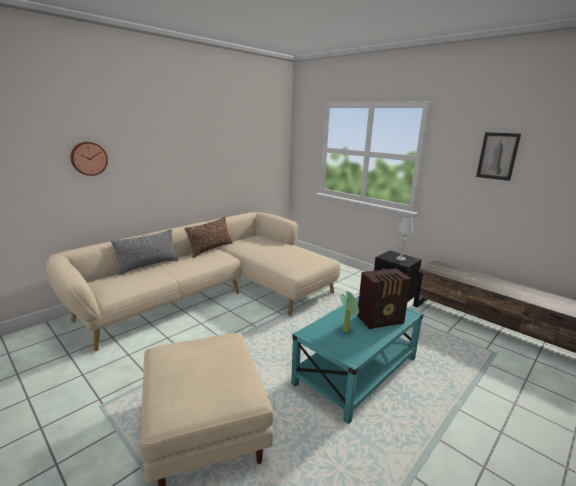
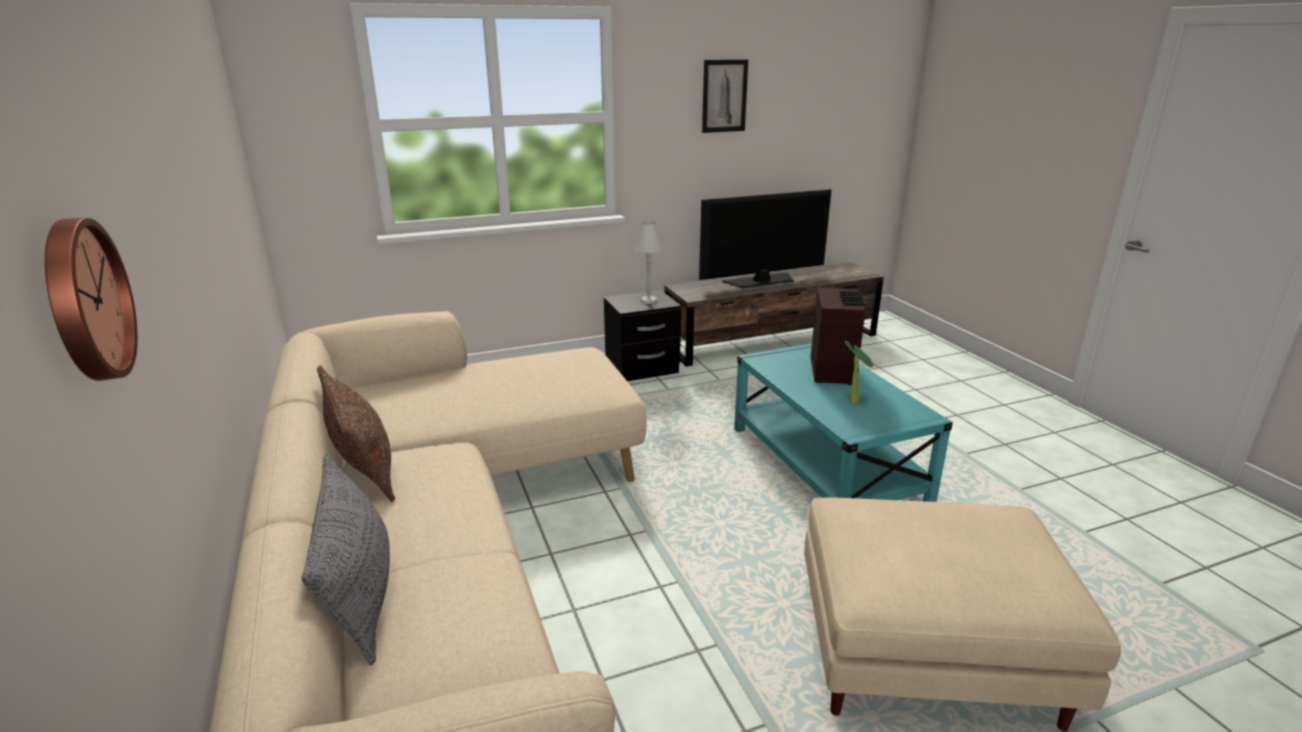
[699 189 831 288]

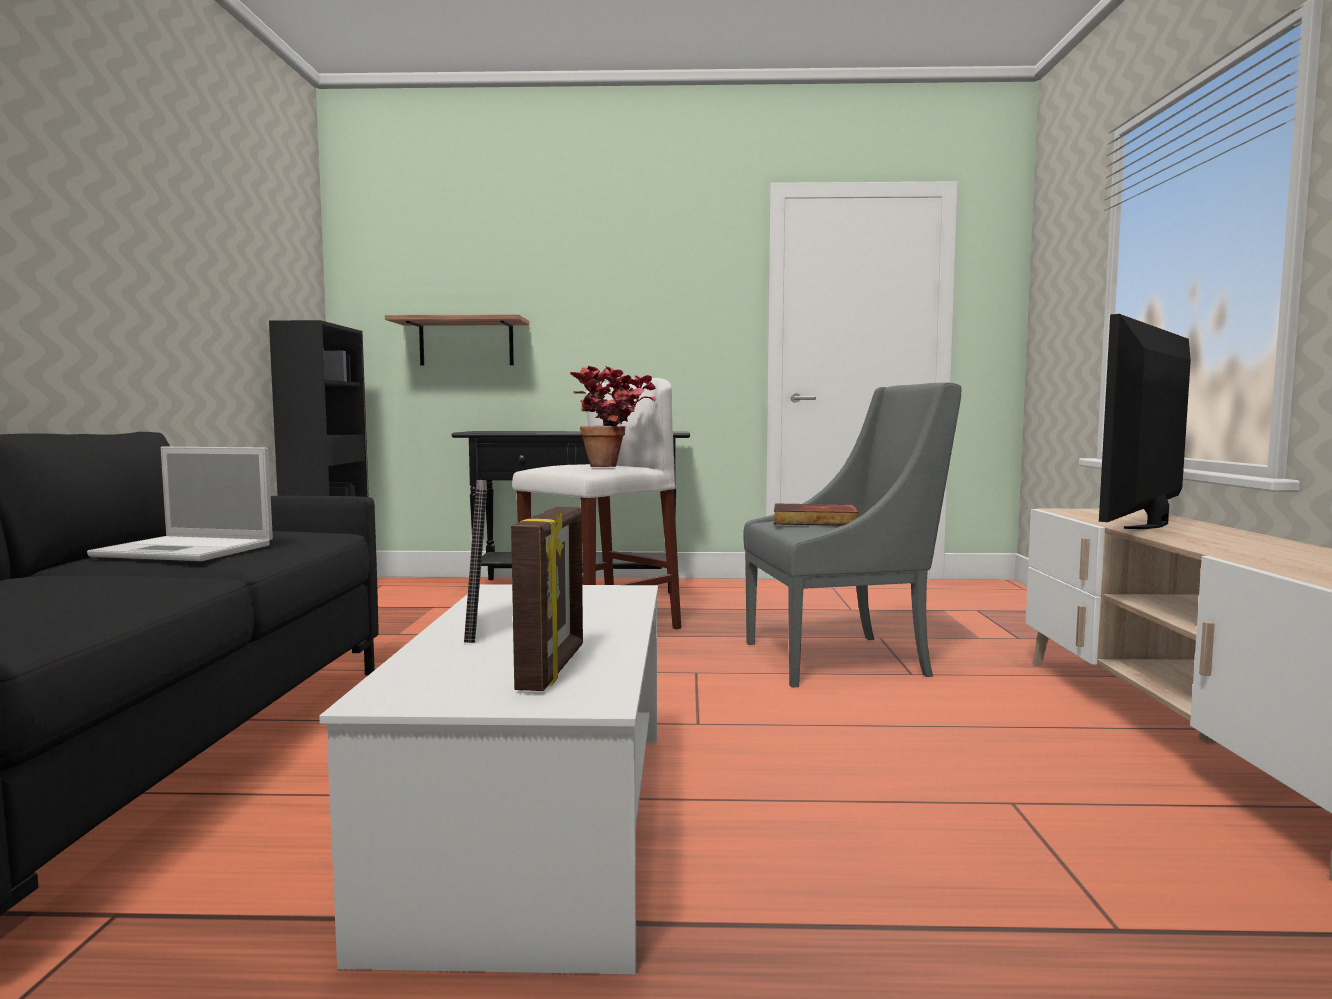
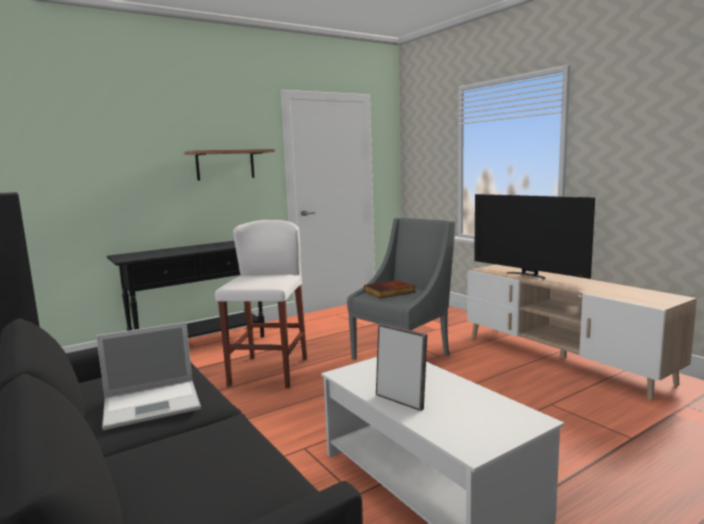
[474 194 595 279]
[184 149 275 181]
[570 366 656 467] (first image)
[511 507 583 691] (first image)

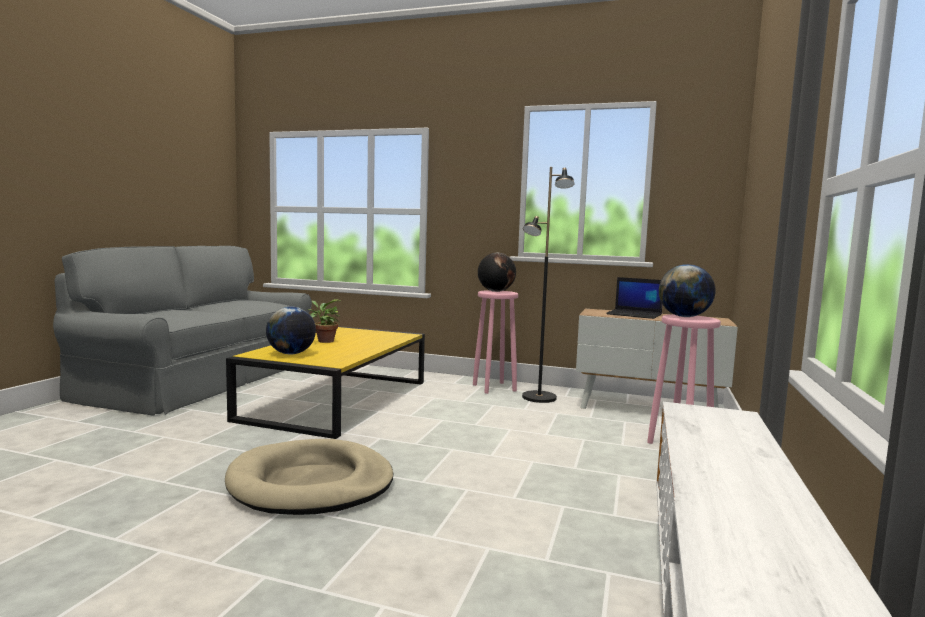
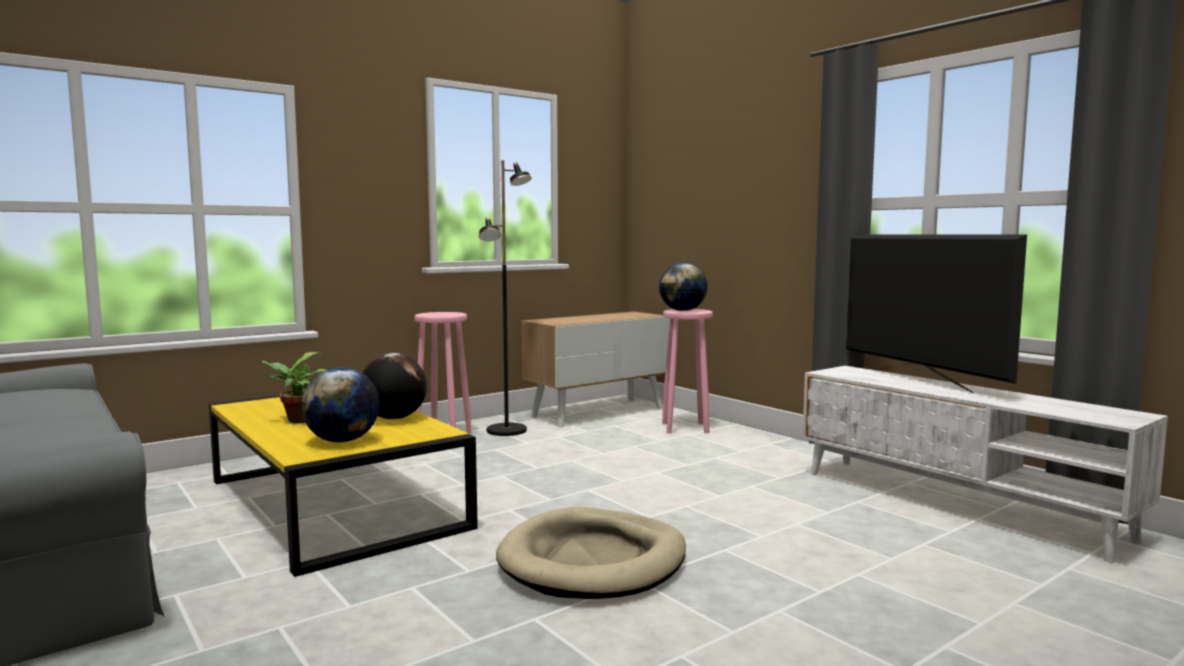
[362 353 427 420]
[606 277 662 319] (first image)
[846 234 1027 394]

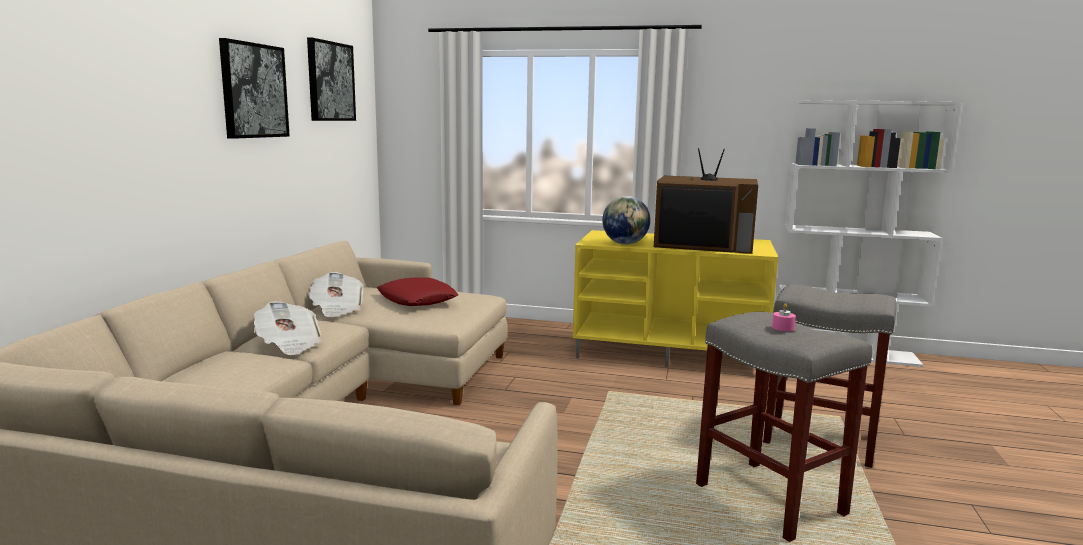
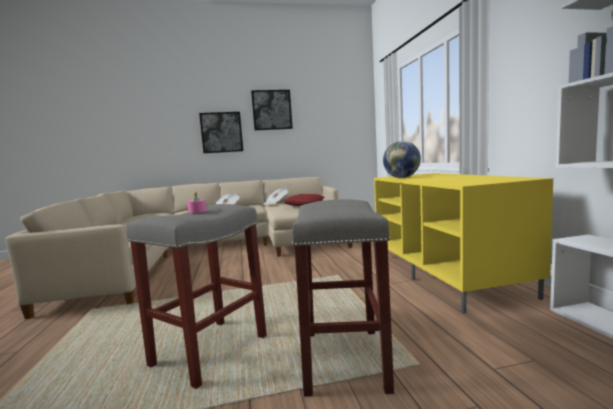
[199 112 243 153]
[654 148 758 254] (first image)

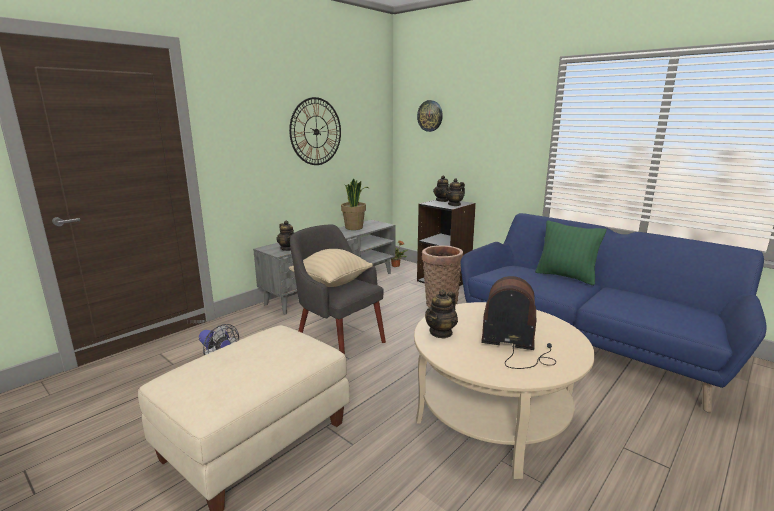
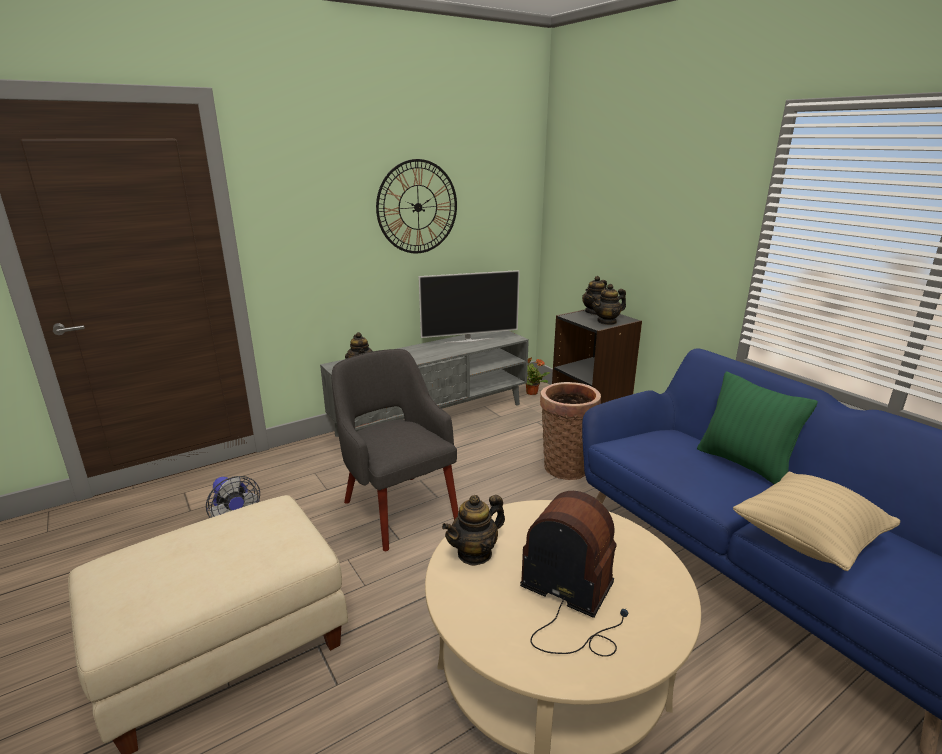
[417 100 443 132] (first image)
[419 270 520 343]
[733 471 900 571]

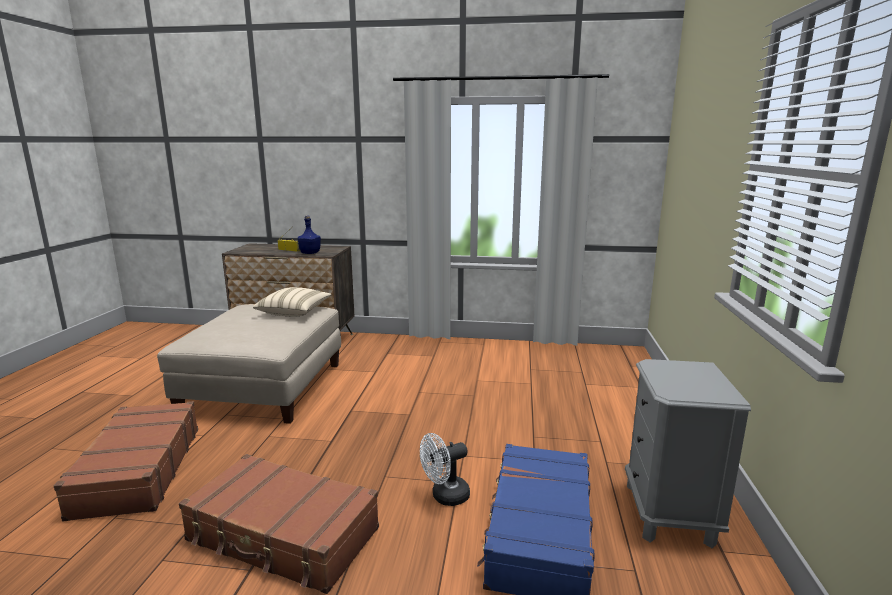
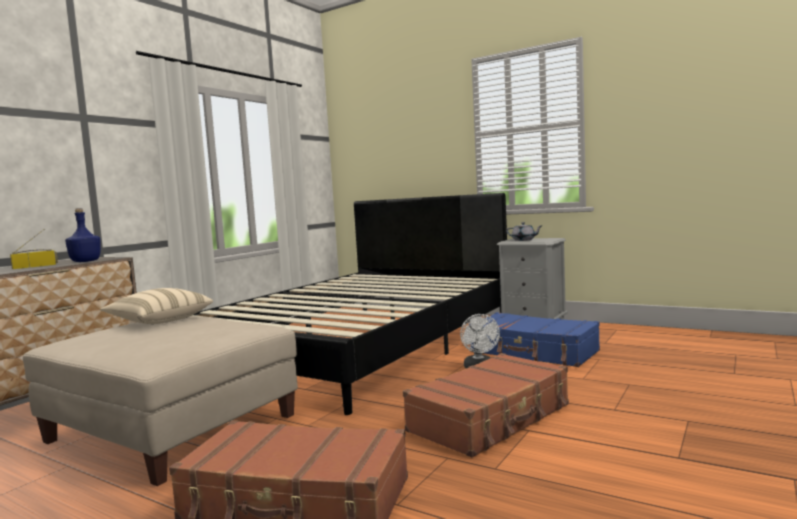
[192 193 507 415]
[506 222 543 241]

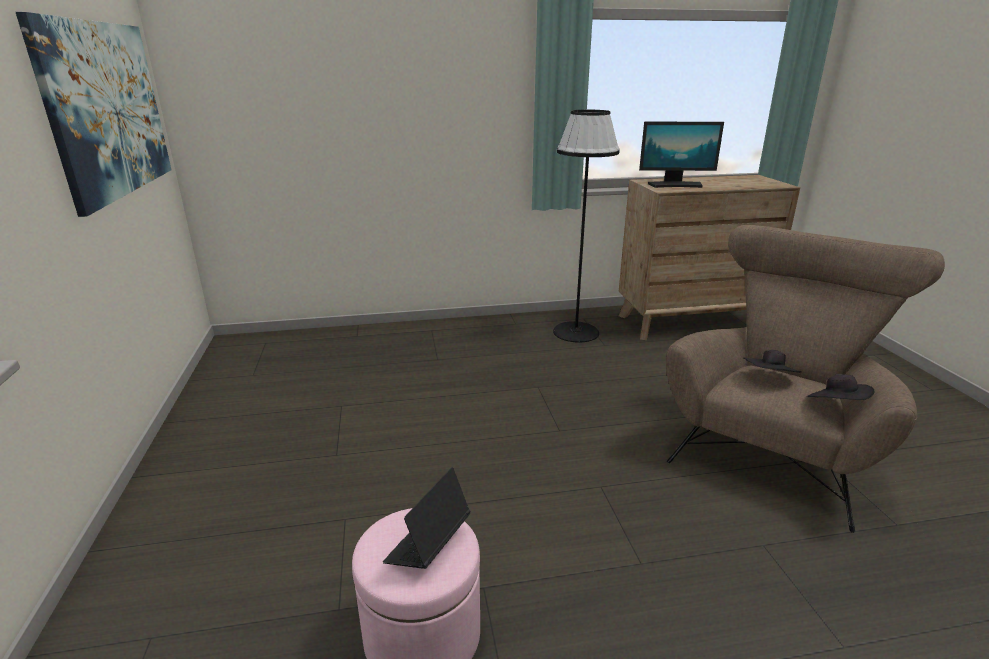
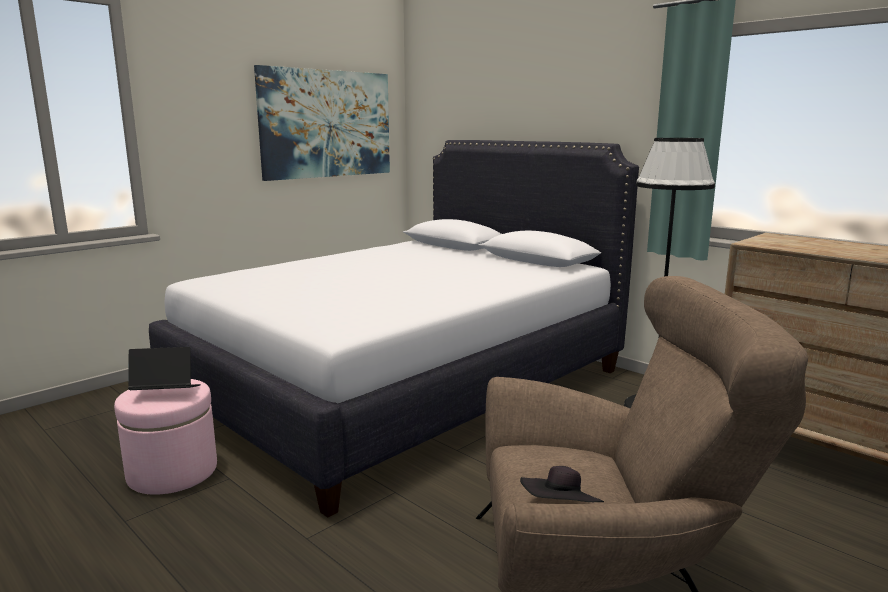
[639 122 724 188] (first image)
[743 350 802 373] (first image)
[149 140 639 518]

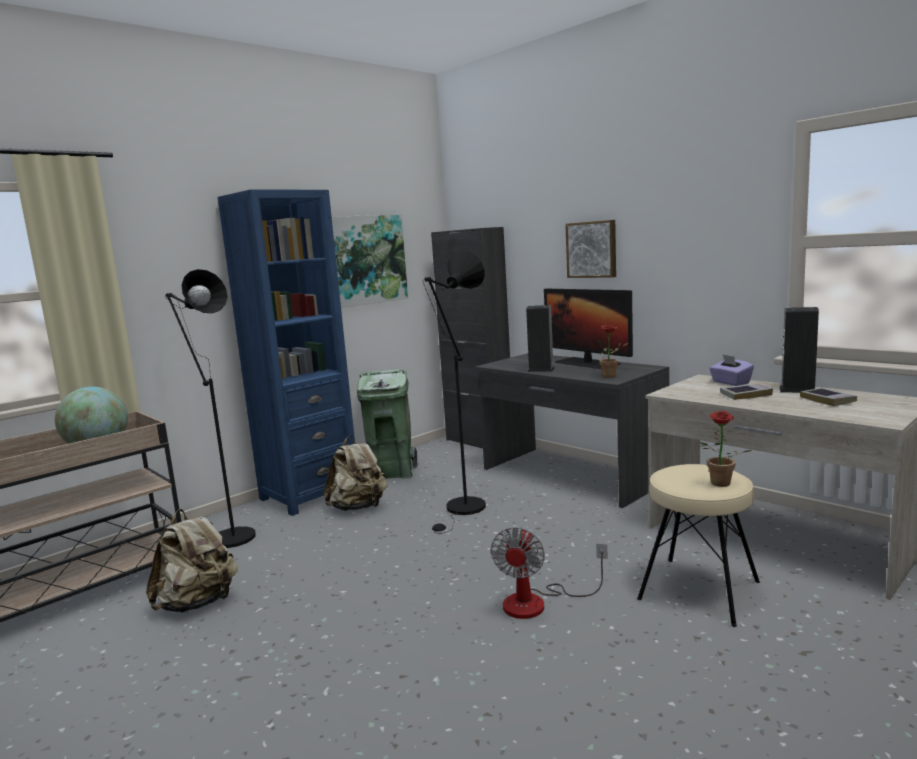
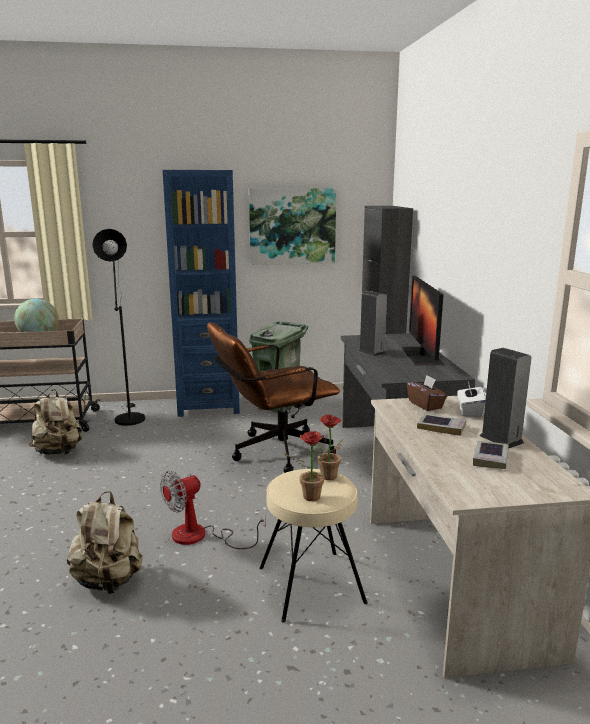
[565 220 616 278] (first image)
[207 322 340 473]
[318 414 343 480]
[457 381 486 418]
[67 491 143 594]
[407 375 447 411]

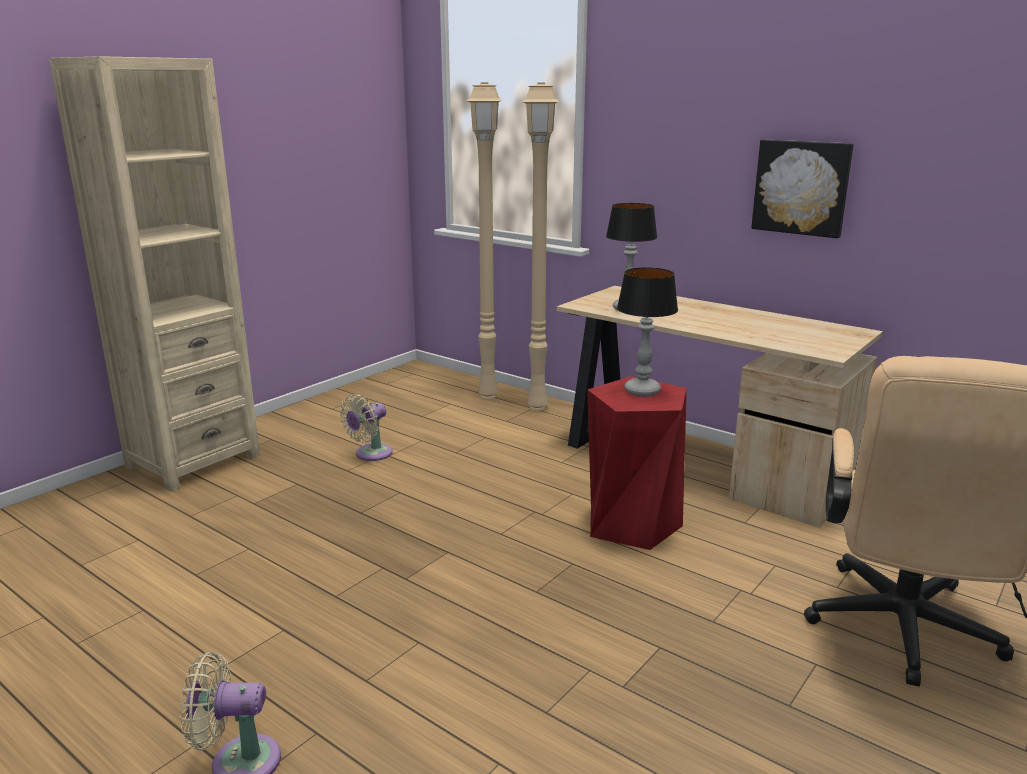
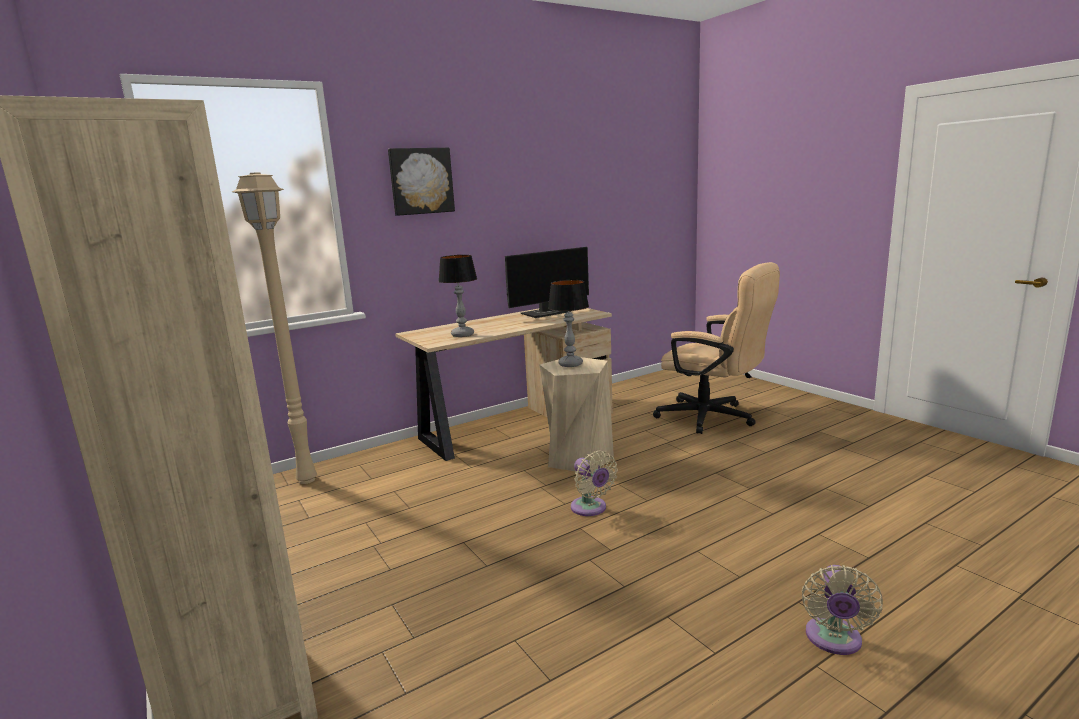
[522 82 559 411] (first image)
[388 148 455 216]
[540 357 614 471]
[571 451 618 516]
[505 247 589 318]

